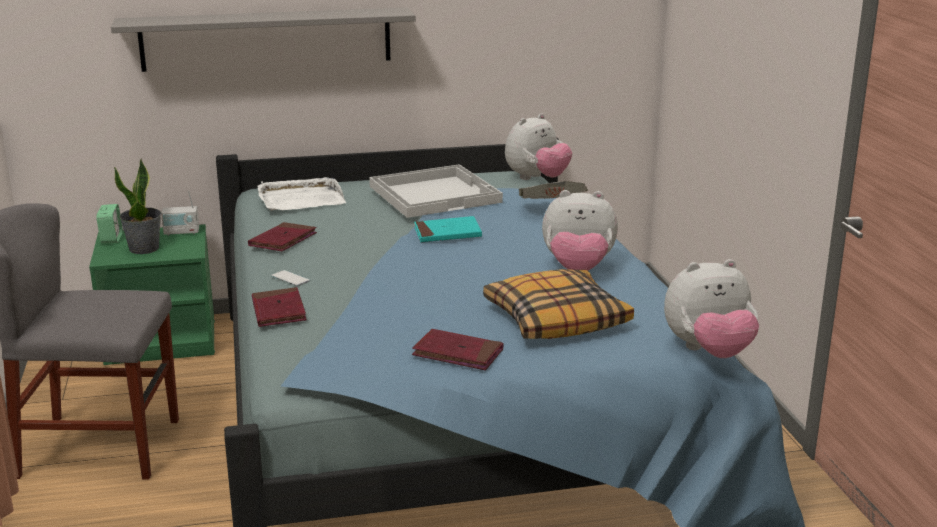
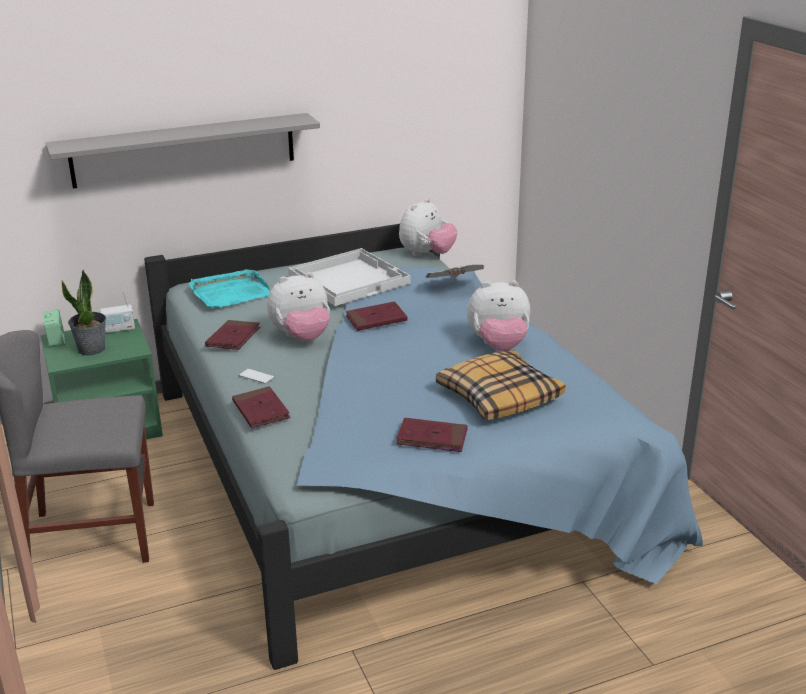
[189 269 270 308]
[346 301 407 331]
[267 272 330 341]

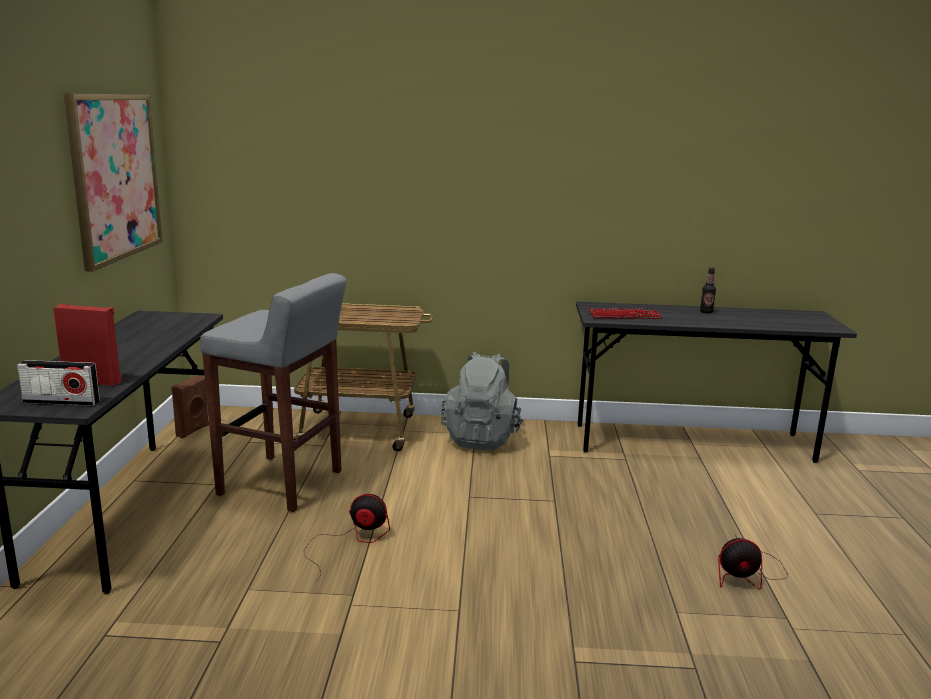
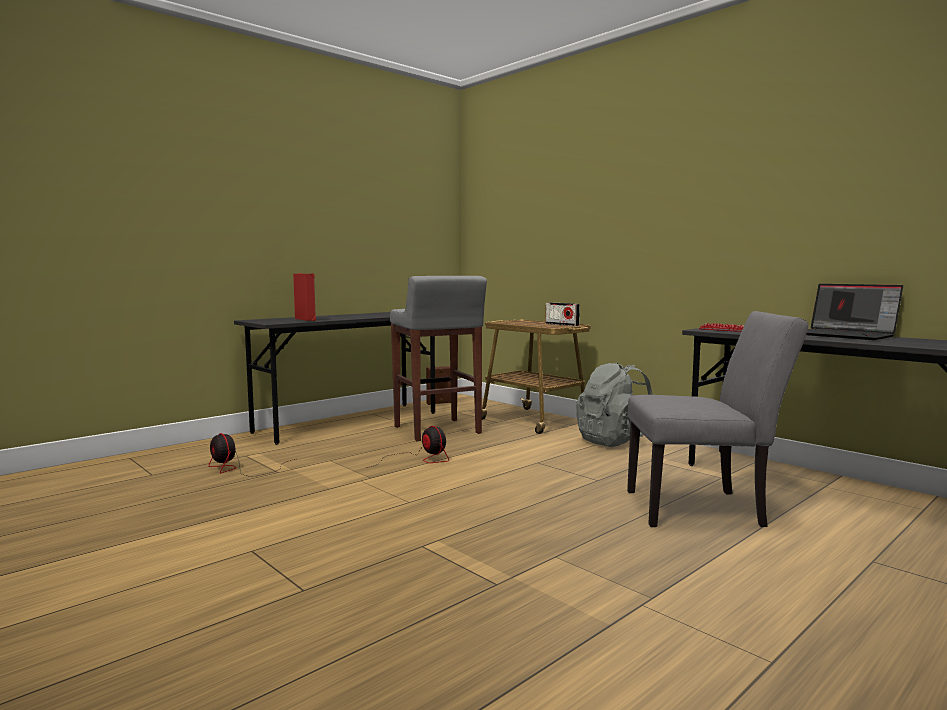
[64 94 162 272] (first image)
[806 284 903 340]
[546 302 580 326]
[209 433 295 477]
[627 311 809 527]

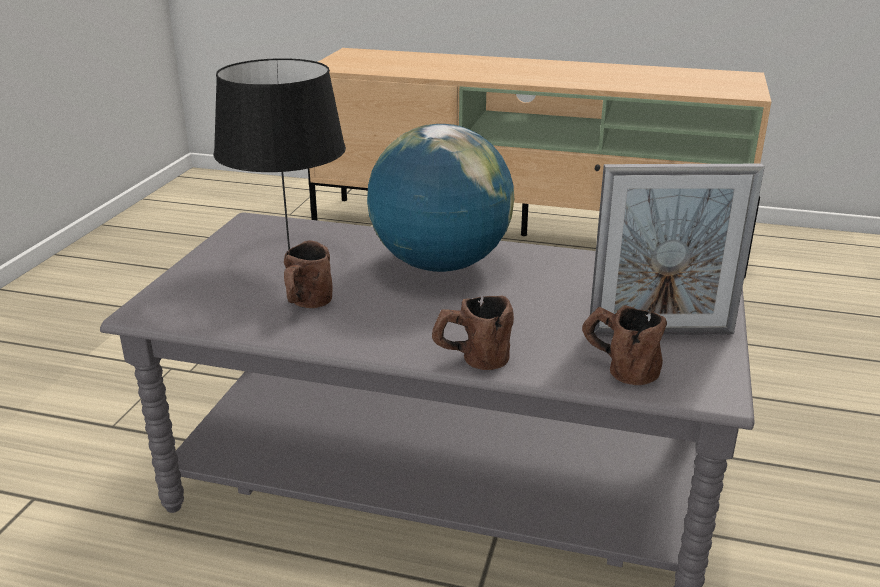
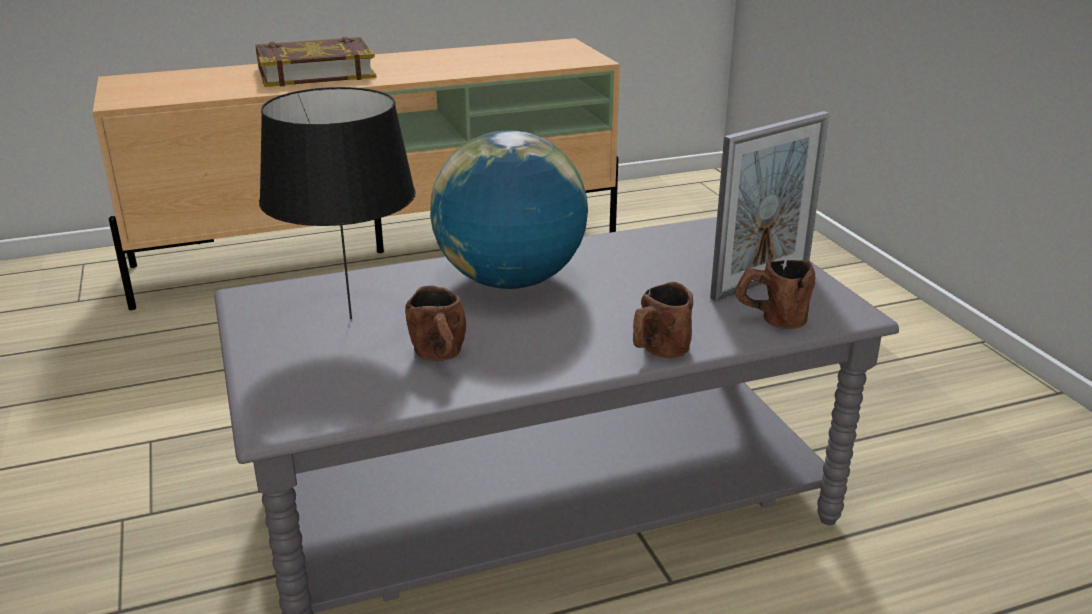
[256 37 377 87]

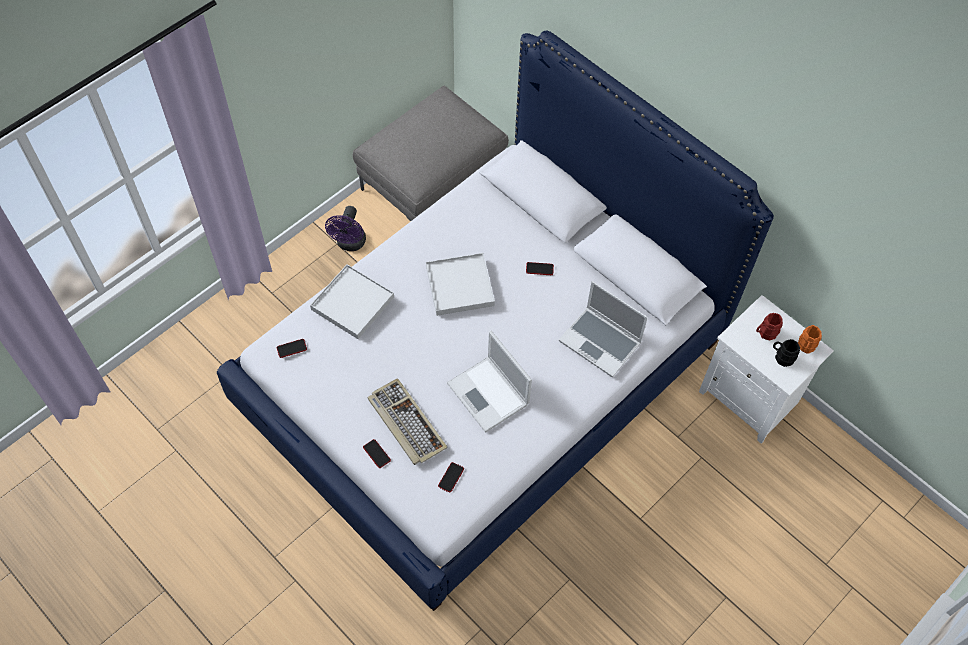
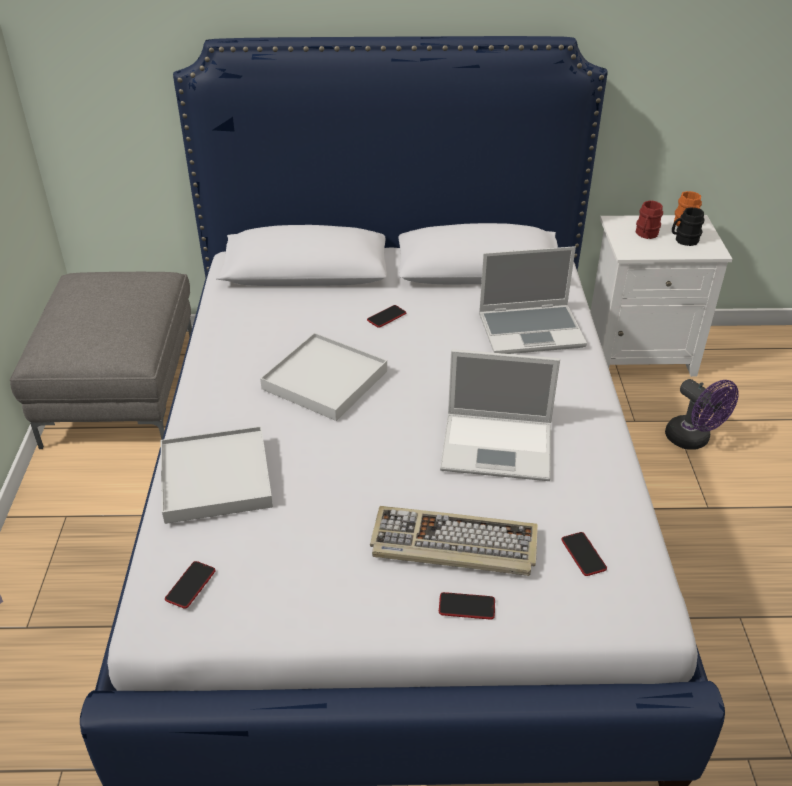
[665 379 739 450]

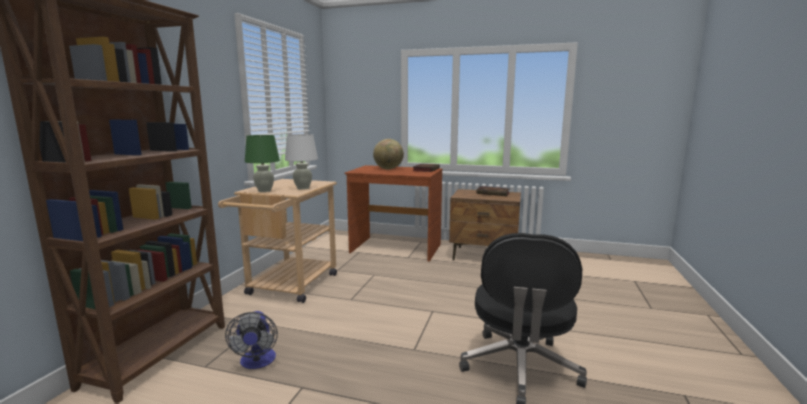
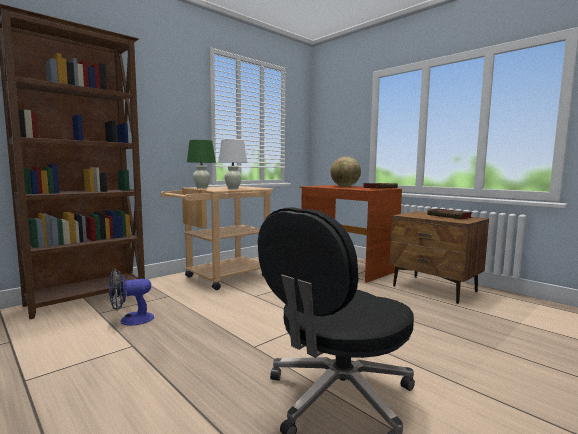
[109 269 154 325]

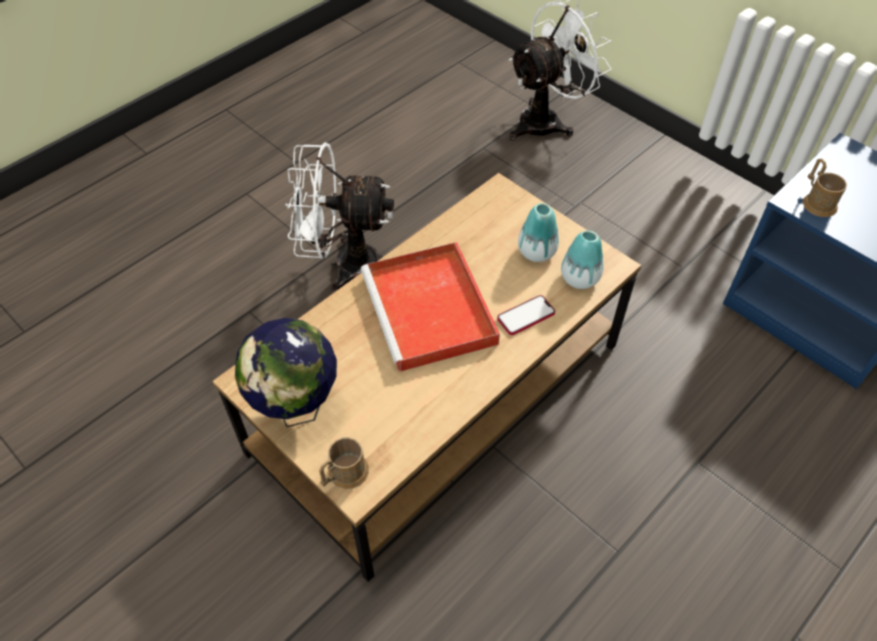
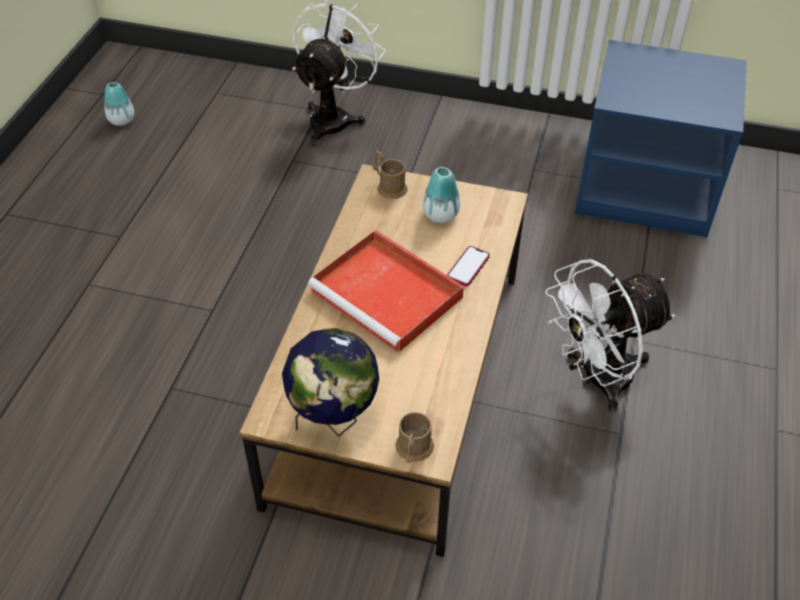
[545 259 675 412]
[372 150 408 199]
[104 82 134 126]

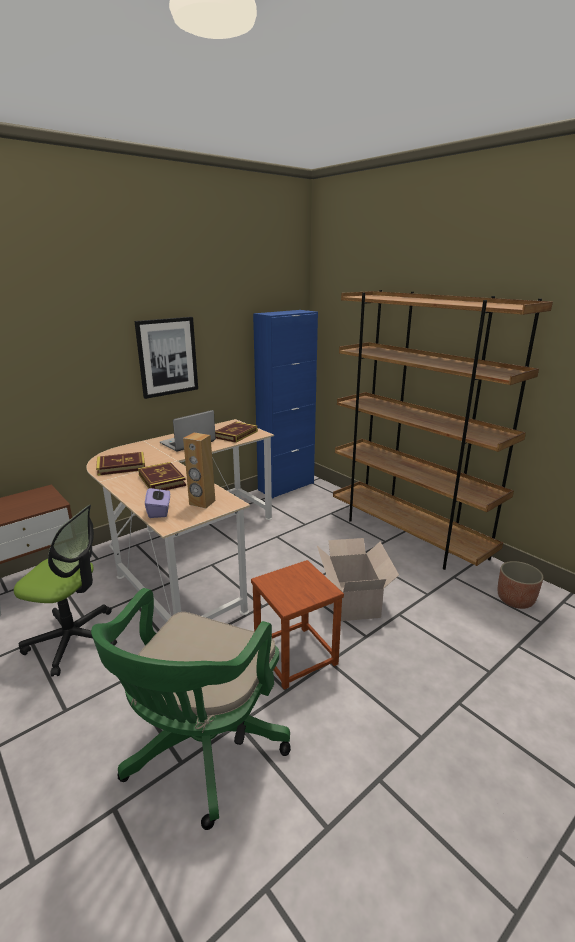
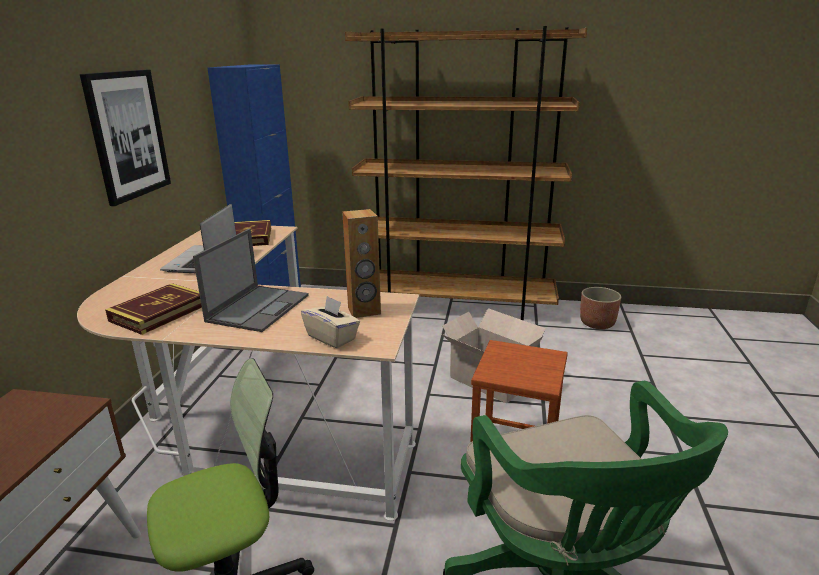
[193 229 309 332]
[301 296 360 348]

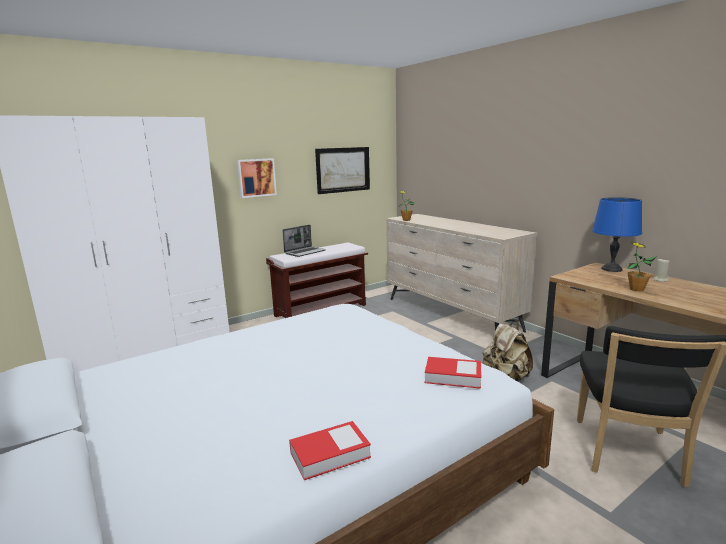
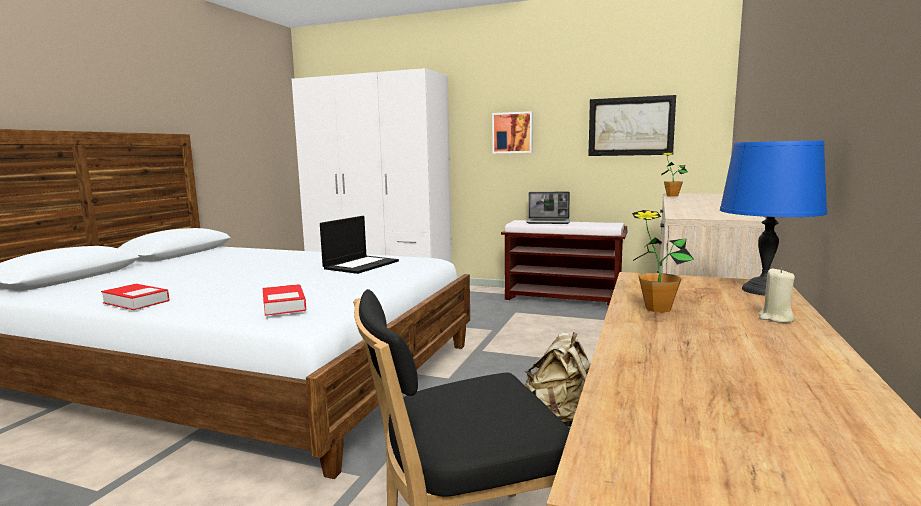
[320 216 399 274]

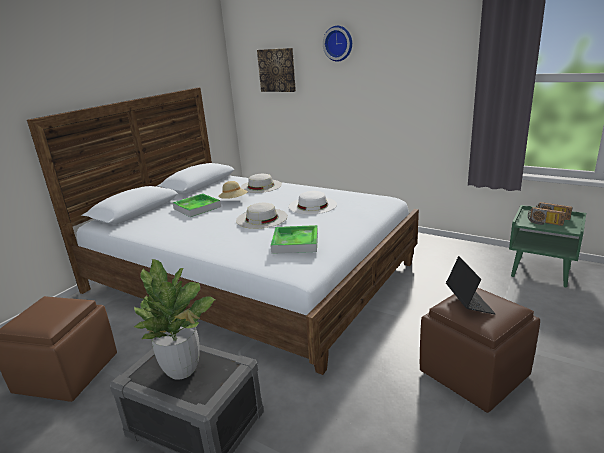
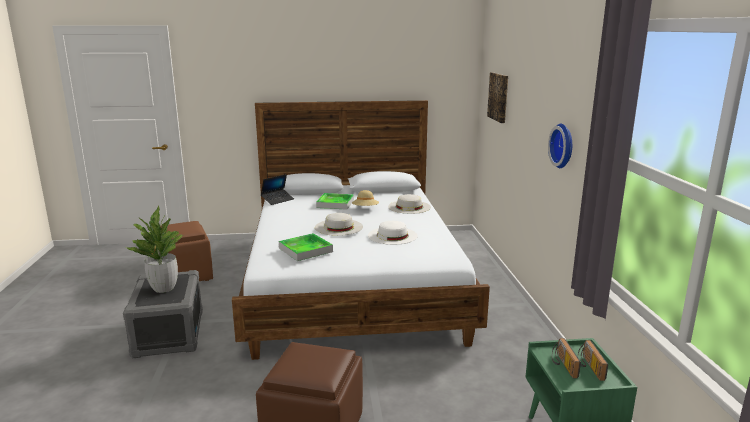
[548 124 572 168]
[261 174 294 205]

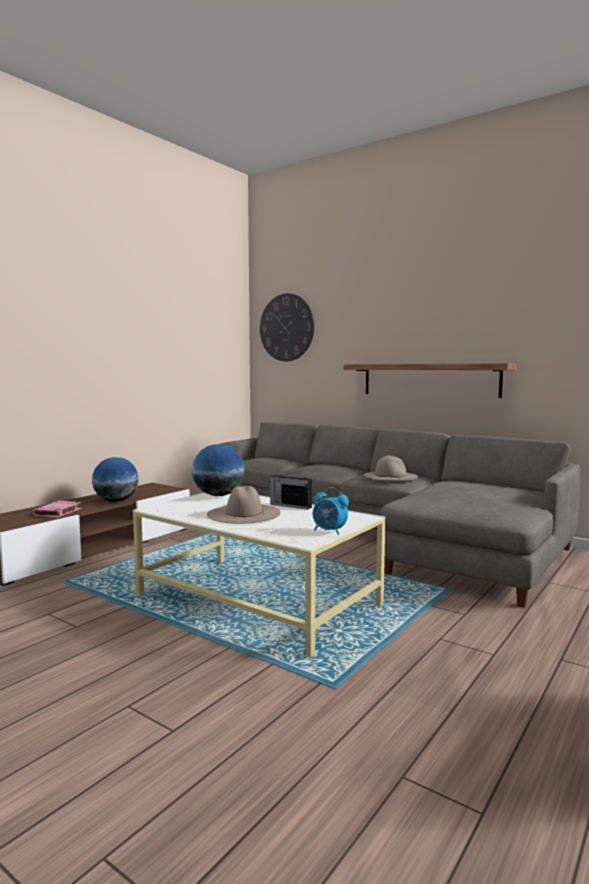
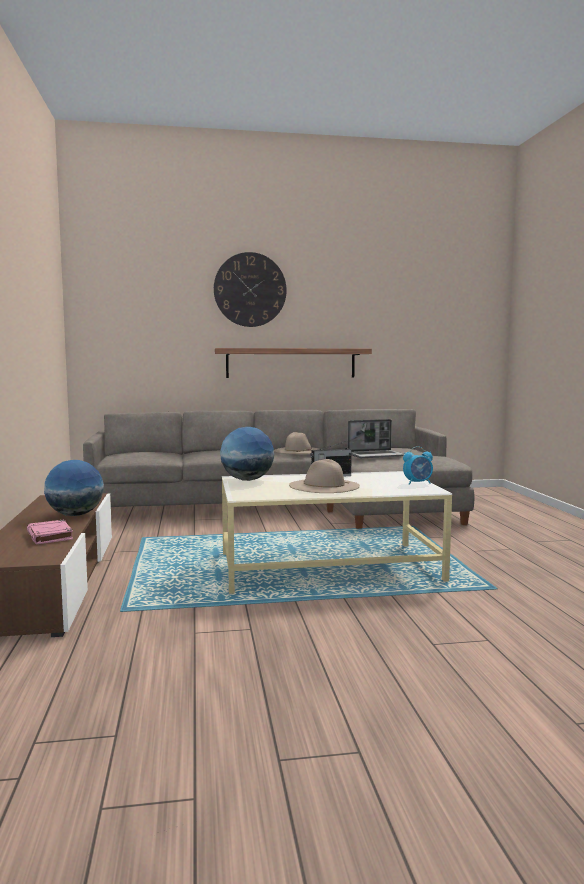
[214 252 287 327]
[348 419 404 458]

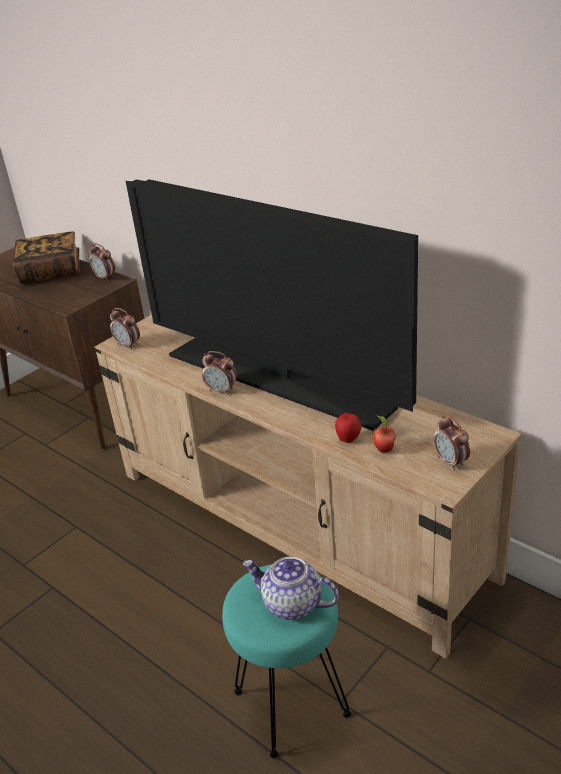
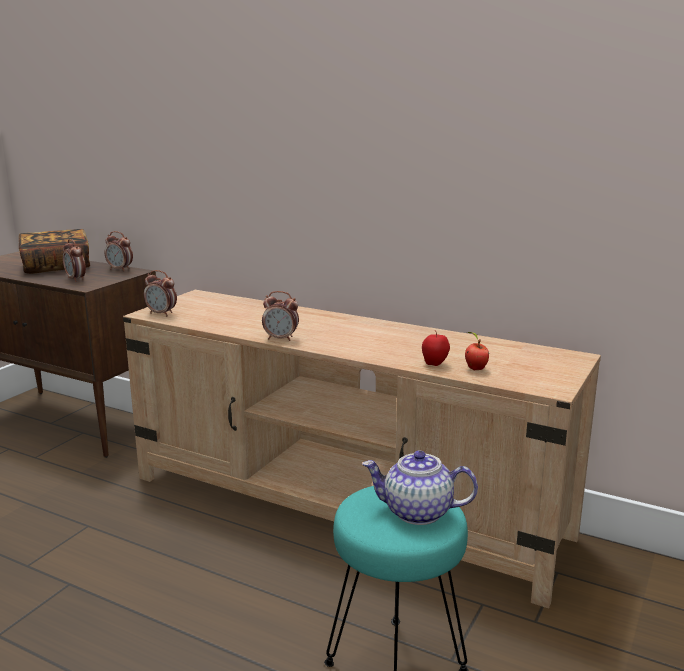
[126 179 418 431] (first image)
[63 239 86 282]

